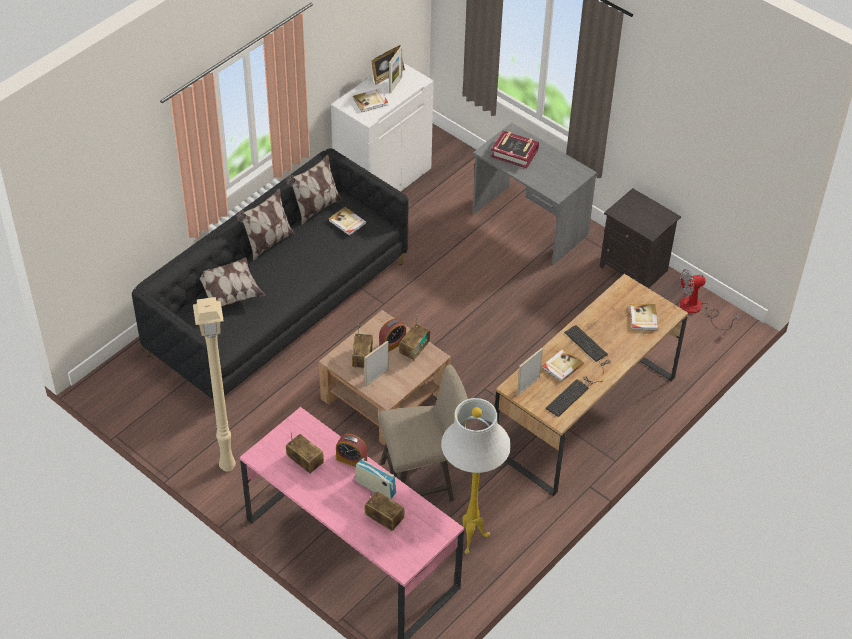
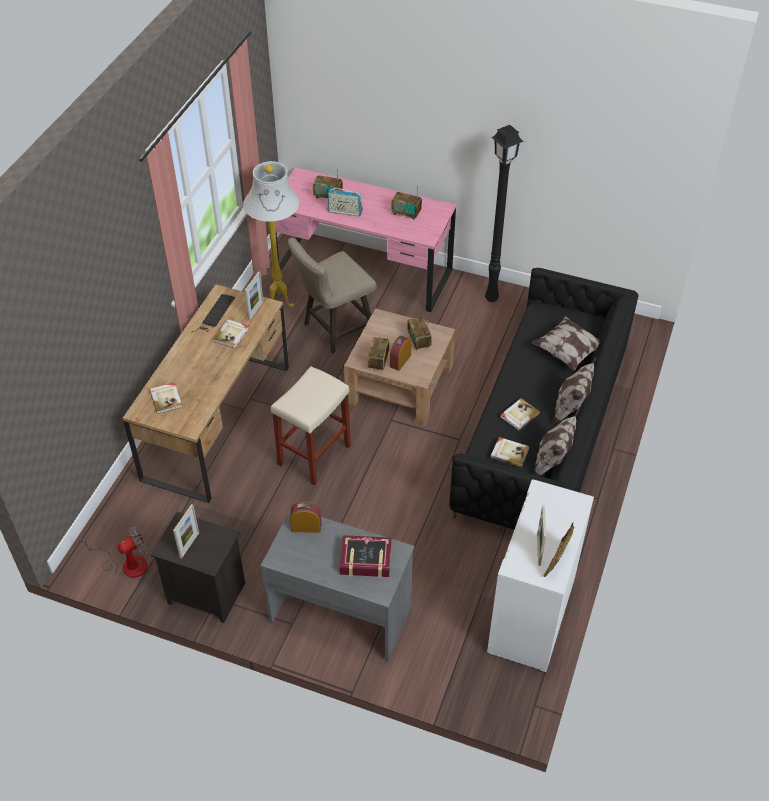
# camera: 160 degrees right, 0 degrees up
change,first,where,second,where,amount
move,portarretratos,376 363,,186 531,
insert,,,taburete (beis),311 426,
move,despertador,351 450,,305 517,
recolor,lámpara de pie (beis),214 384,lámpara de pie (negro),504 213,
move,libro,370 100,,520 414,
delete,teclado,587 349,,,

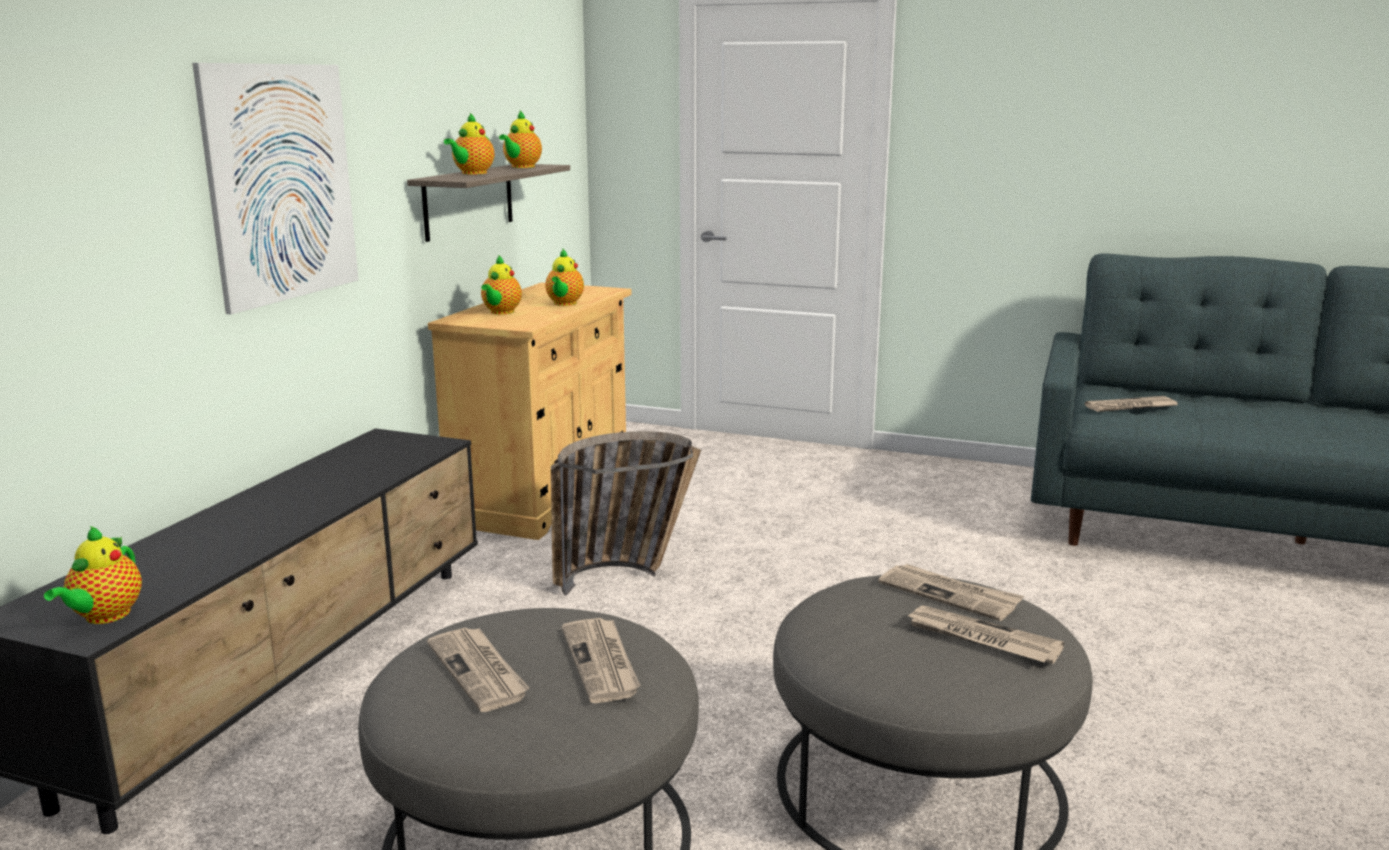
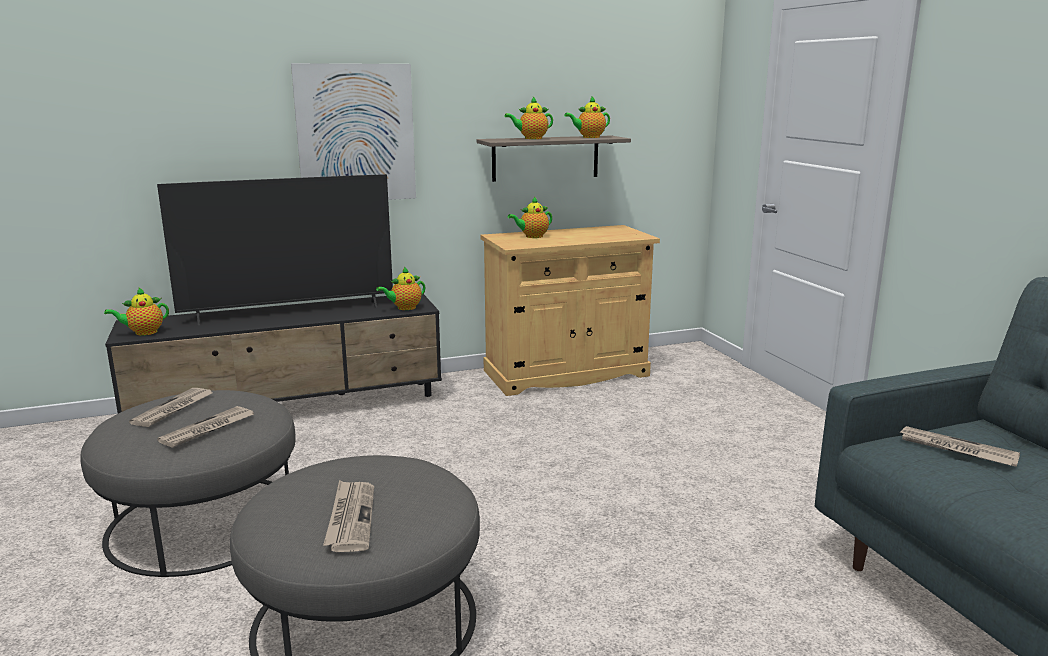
# camera: 50 degrees right, 0 degrees up
change,first,where,second,where,amount
insert,,,televisor,275 249,
move,tetera,564 277,,400 288,
delete,cesta,626 513,,,
delete,periódico,951 592,,,

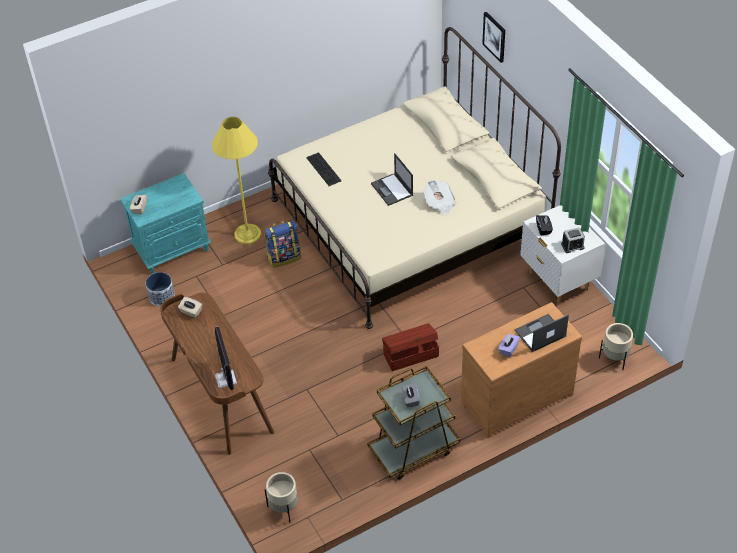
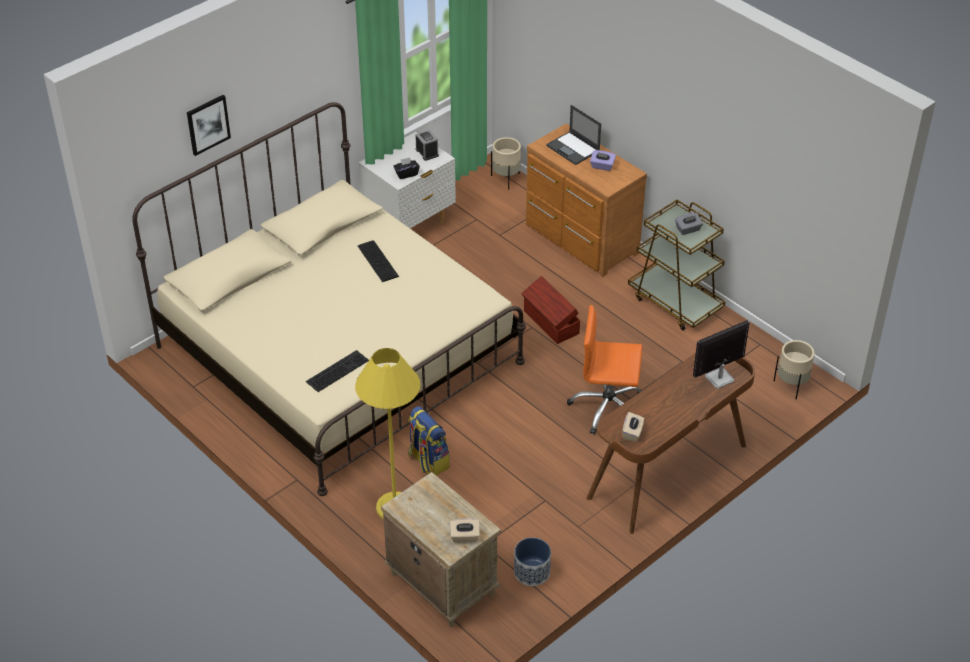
# camera: 105 degrees left, 5 degrees down
change,first,where,second,where,amount
replace,periódico,440 197,teclado,378 261,
recolor,mesita de noche (turquesa),166 223,mesita de noche (beis),441 549,
insert,,,silla de oficina (naranja),605 370,
delete,portátil,392 179,,,

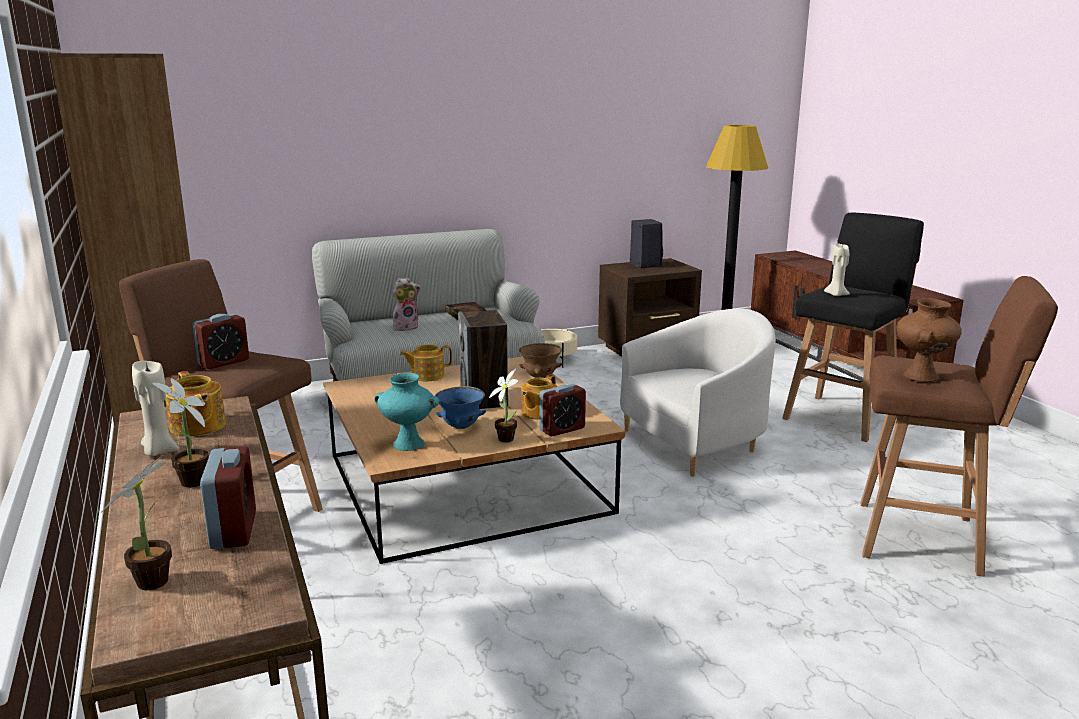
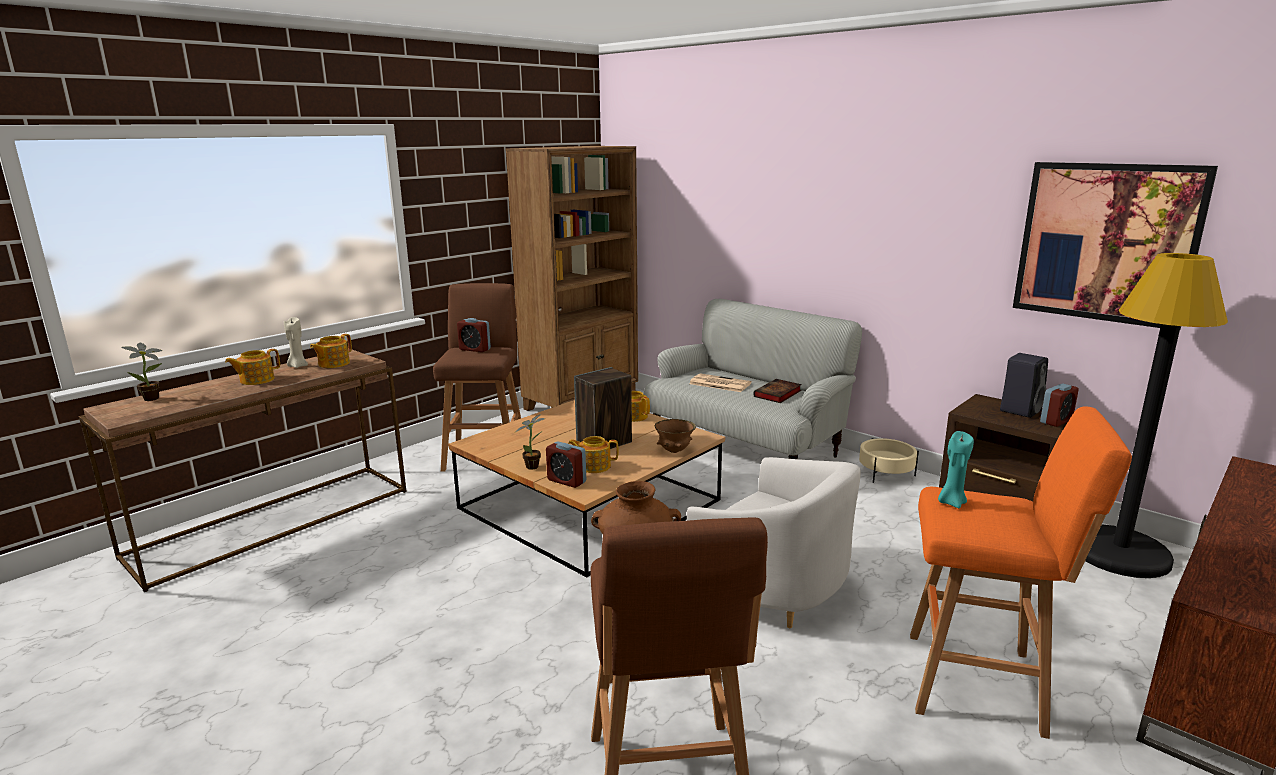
# camera: 65 degrees right, 0 degrees up
change,first,where,second,where,amount
replace,planta en maceta,181 433,tetera,252 367,
replace,peluche,407 304,periódico,720 382,
recolor,taburete (negro),853 327,taburete (naranja),1021 572,
recolor,vela (beis),837 269,vela (turquesa),956 469,
insert,,,cuadro,1115 245,
move,despertador,228 497,,1059 405,
delete,florero (turquesa),406 412,,,
delete,cuenco (azul),460 407,,,

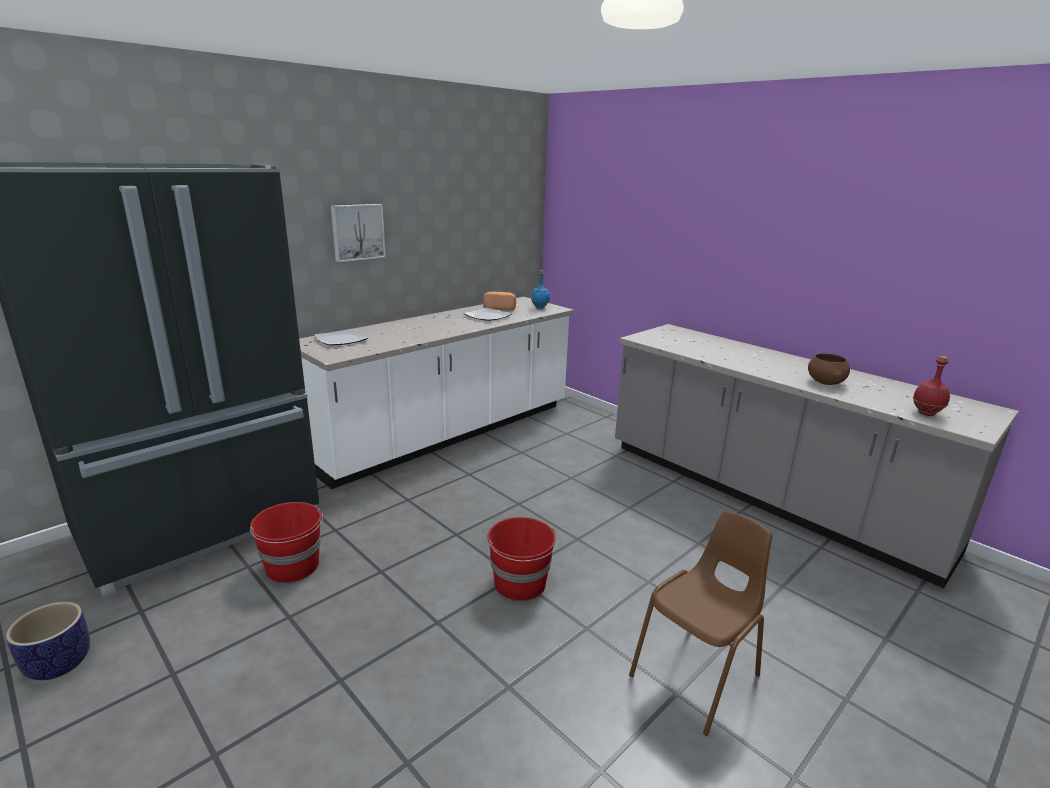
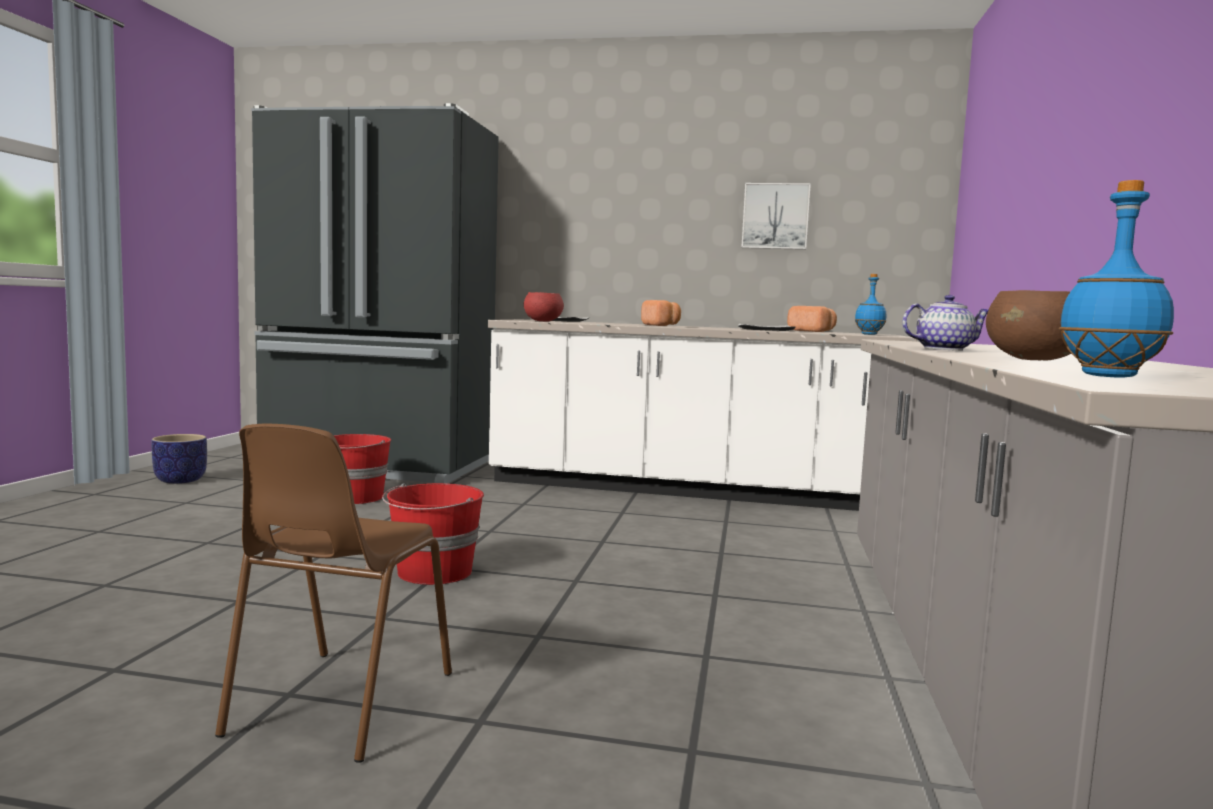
# camera: 55 degrees right, 15 degrees down
change,first,where,second,where,amount
rotate,silla (marrón),701 623,,333 593,90 degrees clockwise
insert,,,cuenco (rojo),544 306,
insert,,,pan,661 313,
move,cuadro,358 233,,776 216,
insert,,,tetera,945 323,
recolor,botella (rojo),931 386,botella (azul),1116 279,

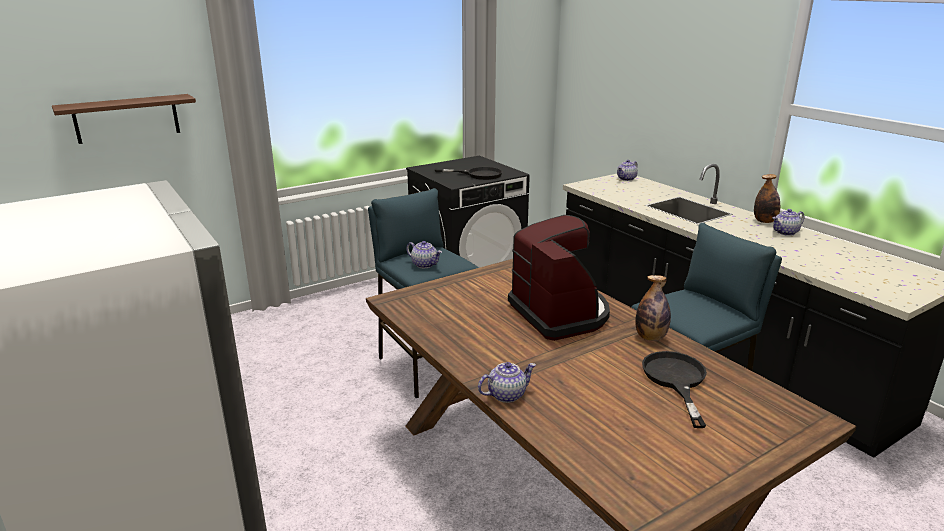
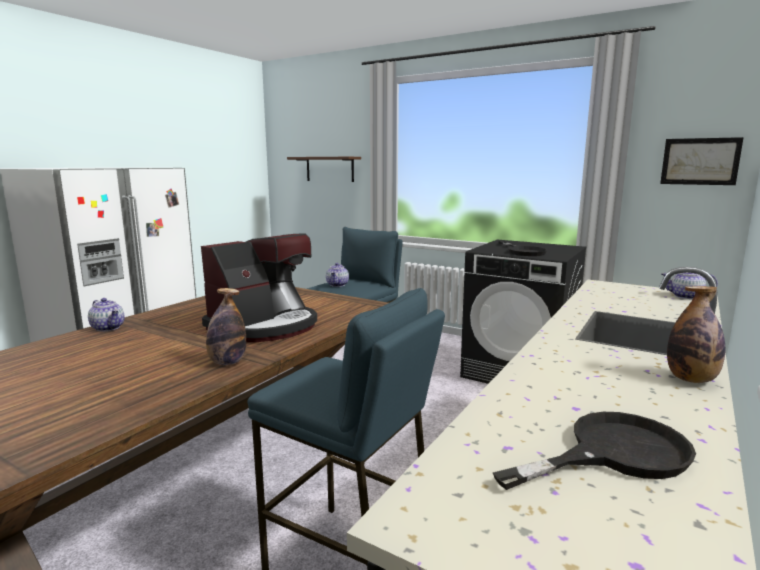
# camera: 65 degrees right, 10 degrees down
change,first,where,second,where,amount
move,sartén (negro),674 389,,594 451,
insert,,,cuadro,702 161,
delete,tetera,788 222,,,

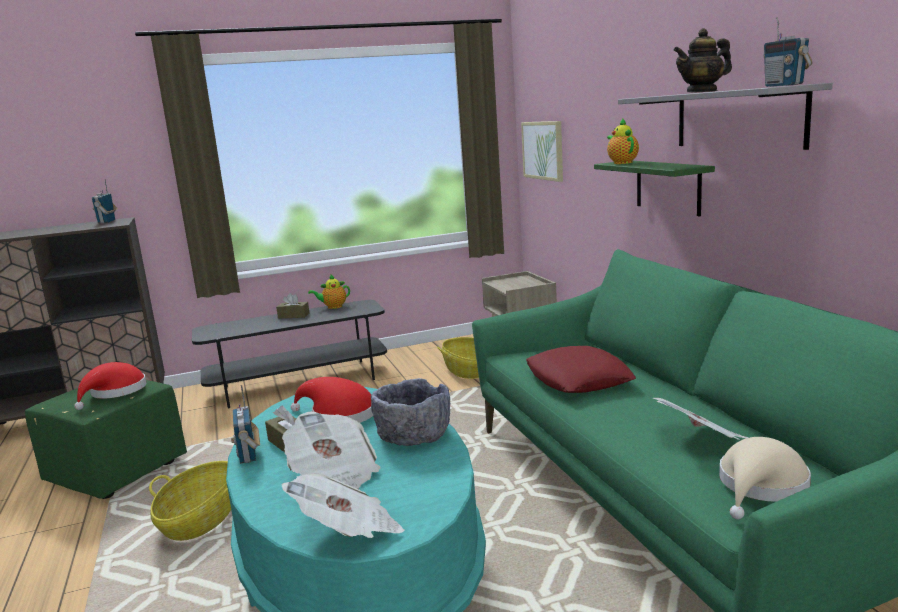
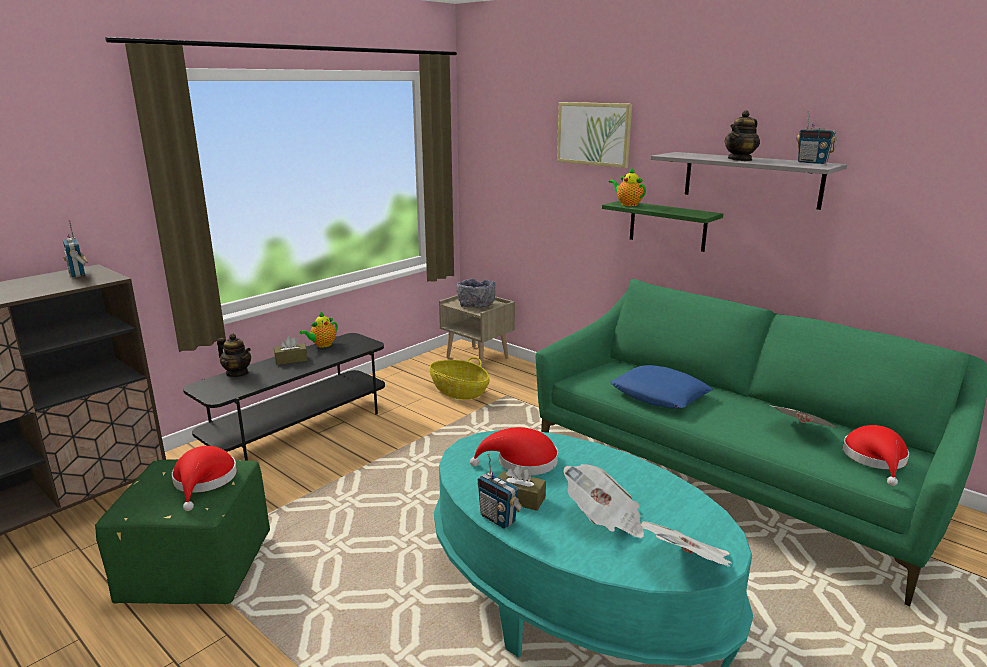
# camera: 30 degrees left, 5 degrees up
change,first,where,second,where,amount
insert,,,tetera,234 355,
move,cuenco (gris),410 412,,475 293,
move,cuadro,542 151,,594 135,
recolor,cojín (rojo),581 369,cojín (azul),661 386,
recolor,sombrero (beis),765 478,sombrero (rojo),876 455,
delete,cesta,190 501,,,

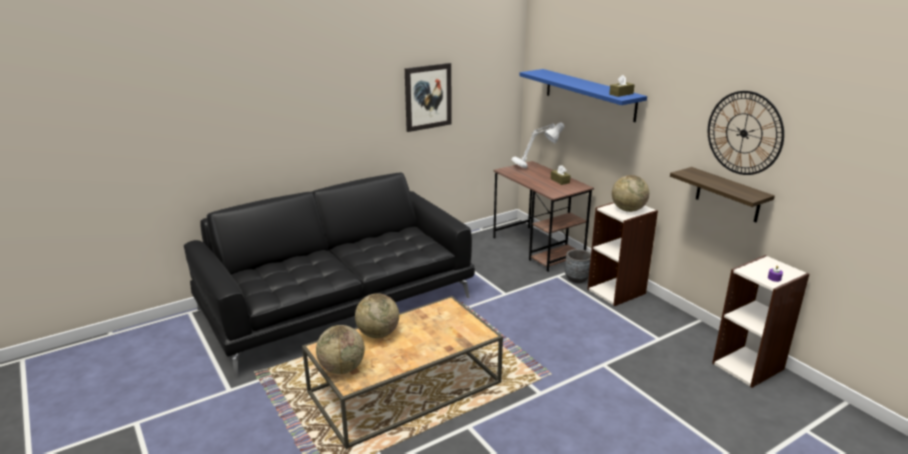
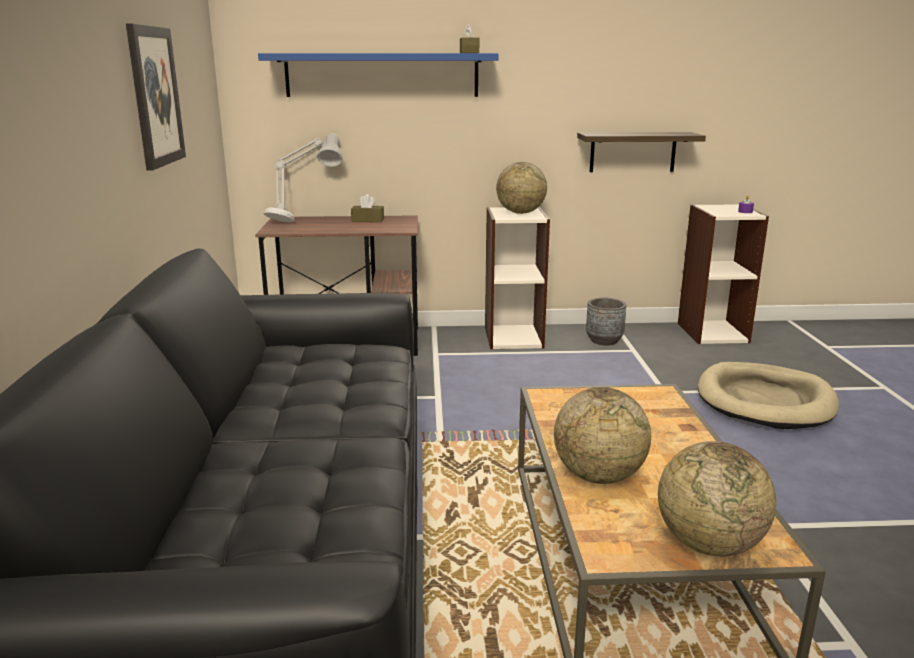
# camera: 60 degrees left, 5 degrees down
change,first,where,second,where,amount
move,maceta (gris),578 266,,606 321,
insert,,,cama para perro (beis),768 395,
delete,reloj de pared,746 133,,,

